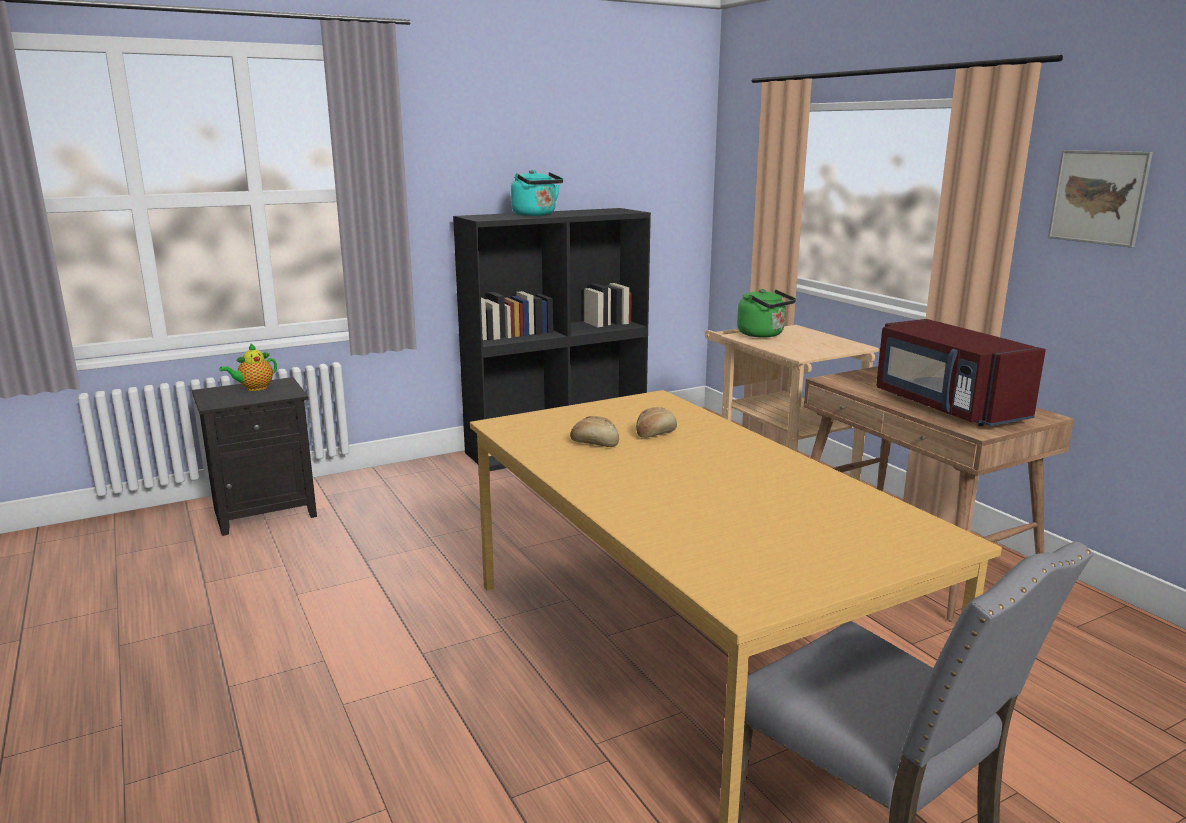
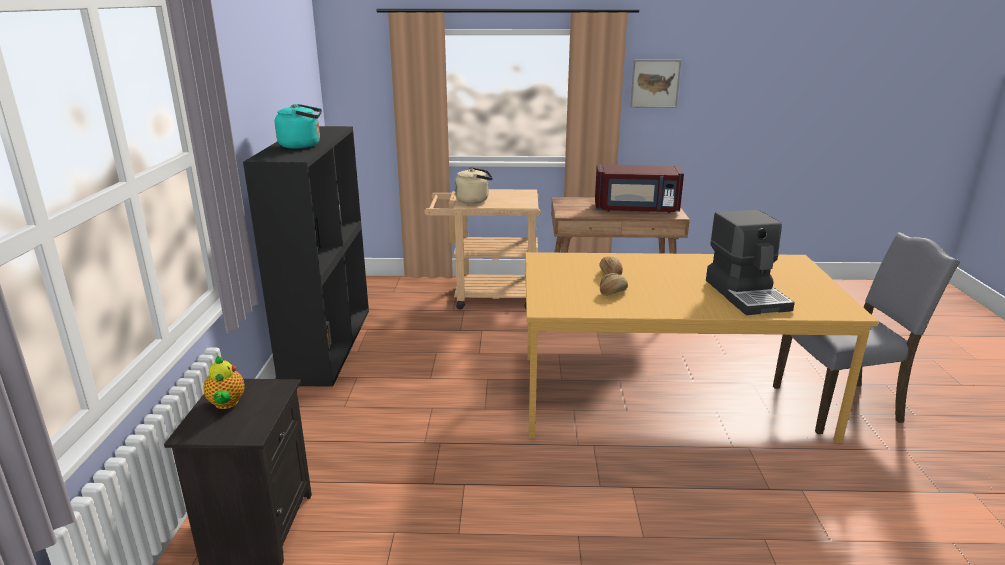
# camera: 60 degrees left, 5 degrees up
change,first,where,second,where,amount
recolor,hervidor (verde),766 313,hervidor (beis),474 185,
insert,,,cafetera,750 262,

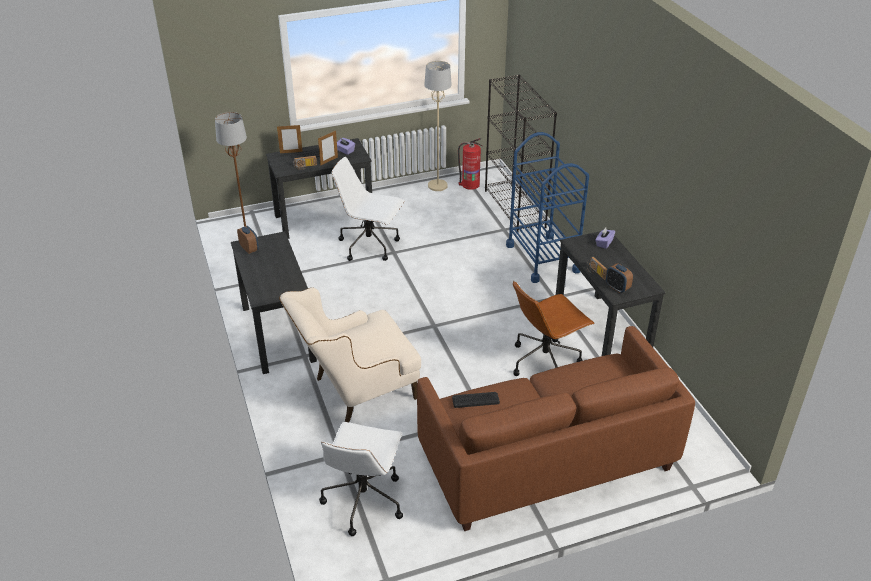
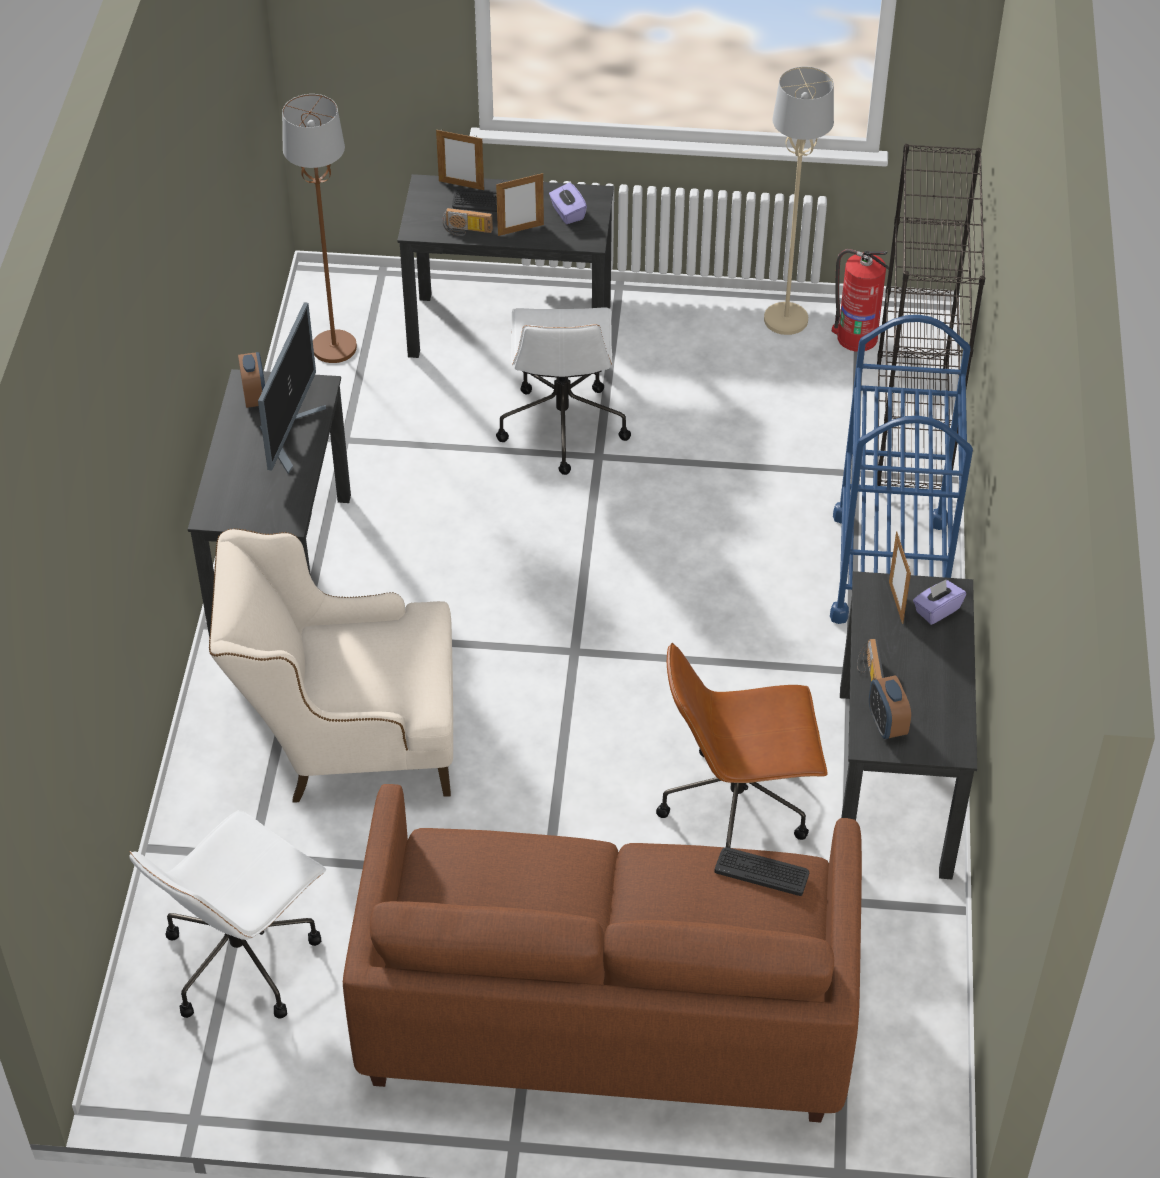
# camera: 25 degrees right, 10 degrees up
change,first,where,second,where,amount
insert,,,monitor,292 388,
rotate,silla de oficina (blanco),367 209,,563 391,135 degrees counterclockwise
move,teclado,476 400,,761 871,
insert,,,portarretratos,900 577,

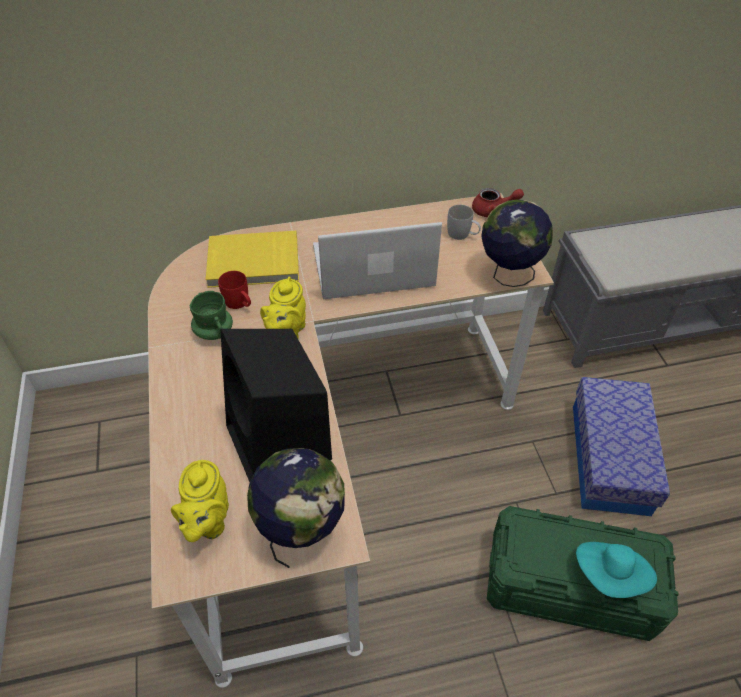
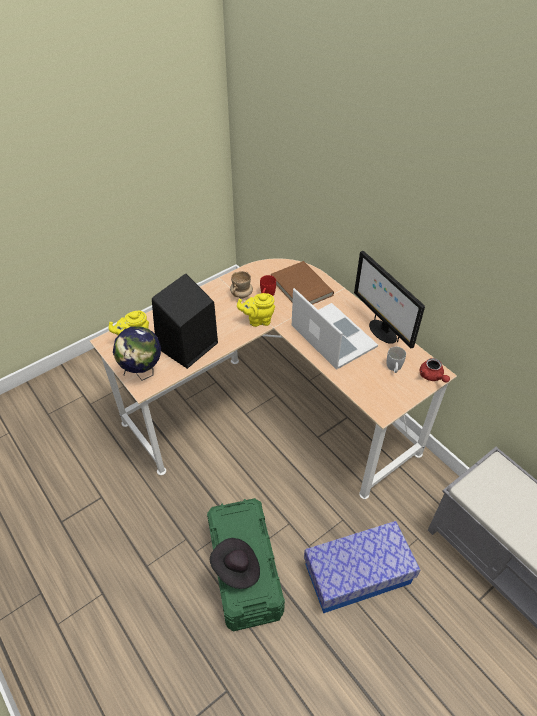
# camera: 65 degrees right, 0 degrees up
change,first,where,second,where,amount
recolor,sombrero (turquesa),616 570,sombrero (negro),235 563,
recolor,taza grande (verde),211 315,taza grande (beis),241 284,
recolor,libro (amarillo),252 259,libro (marrón),302 283,
insert,,,monitor,389 300,
delete,globo terráqueo,517 243,,,

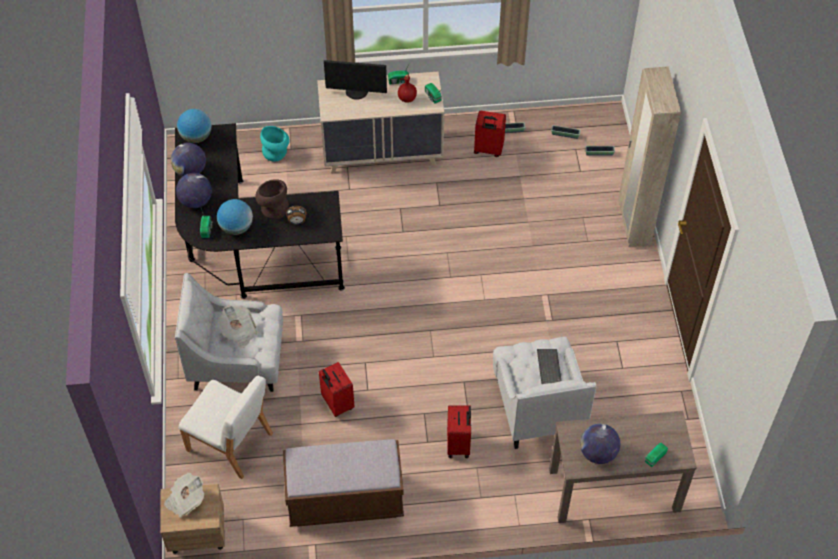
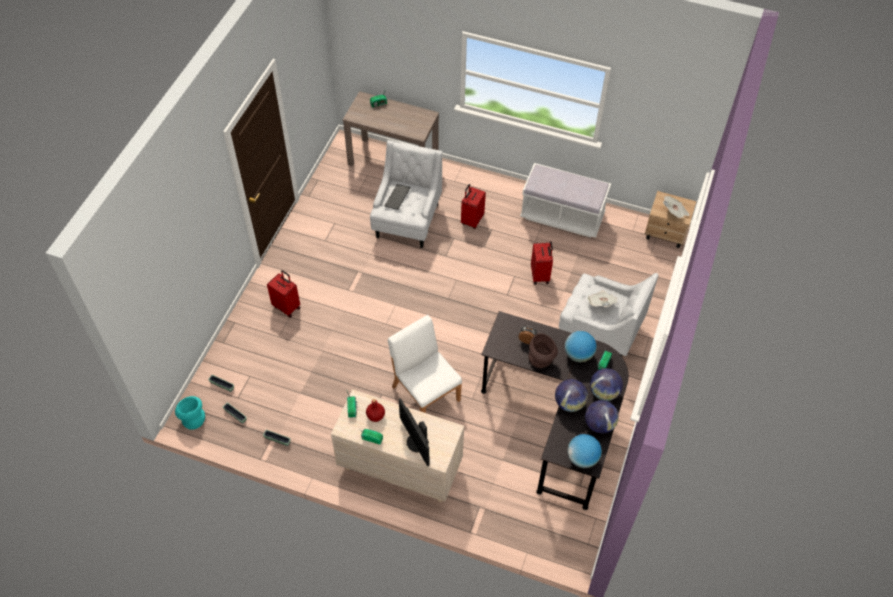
# camera: 155 degrees left, 0 degrees up
change,first,where,second,where,amount
move,florero (turquesa),275 143,,190 413,
move,maleta (rojo),490 134,,283 294,
move,silla (blanco),226 427,,425 364,
rotate,monitor,355 80,,414 432,150 degrees counterclockwise
recolor,banco (marrón),343 483,banco (blanco),565 200,
move,globo terráqueo,600 444,,571 395,
delete,armario ropero (beis),649 156,,,

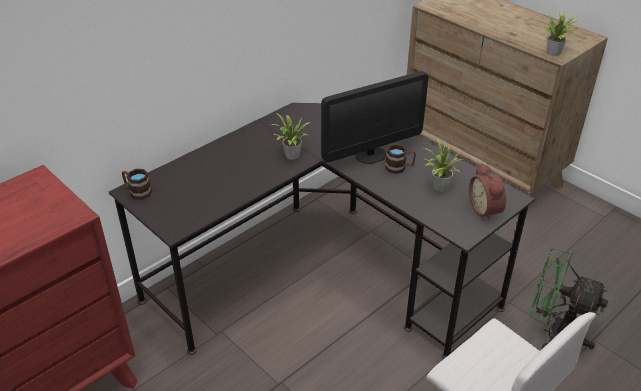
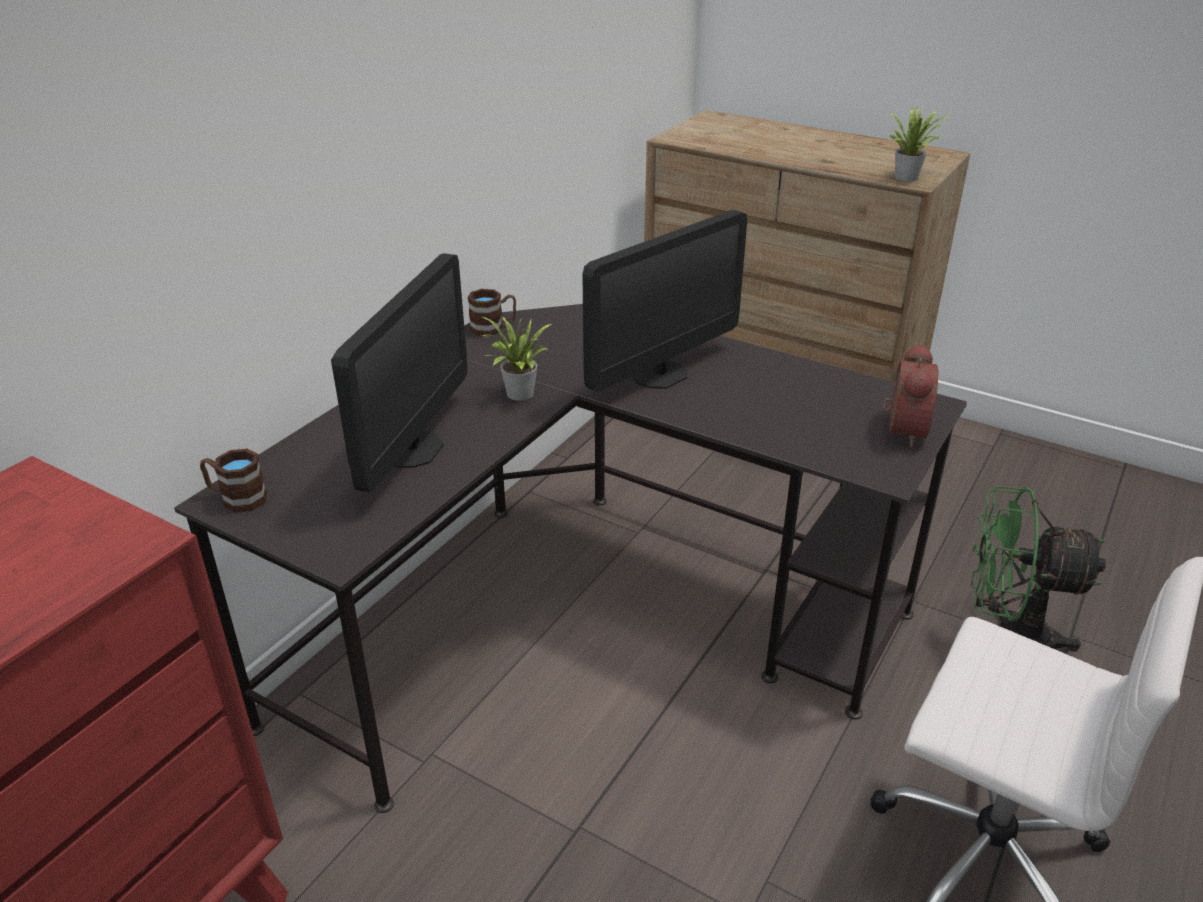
# camera: 15 degrees left, 5 degrees down
change,first,where,second,where,amount
insert,,,monitor,399 372,
move,taza grande (marrón),400 159,,492 312,
rotate,despertador,487 192,,911 395,135 degrees counterclockwise
delete,planta en maceta,444 164,,,

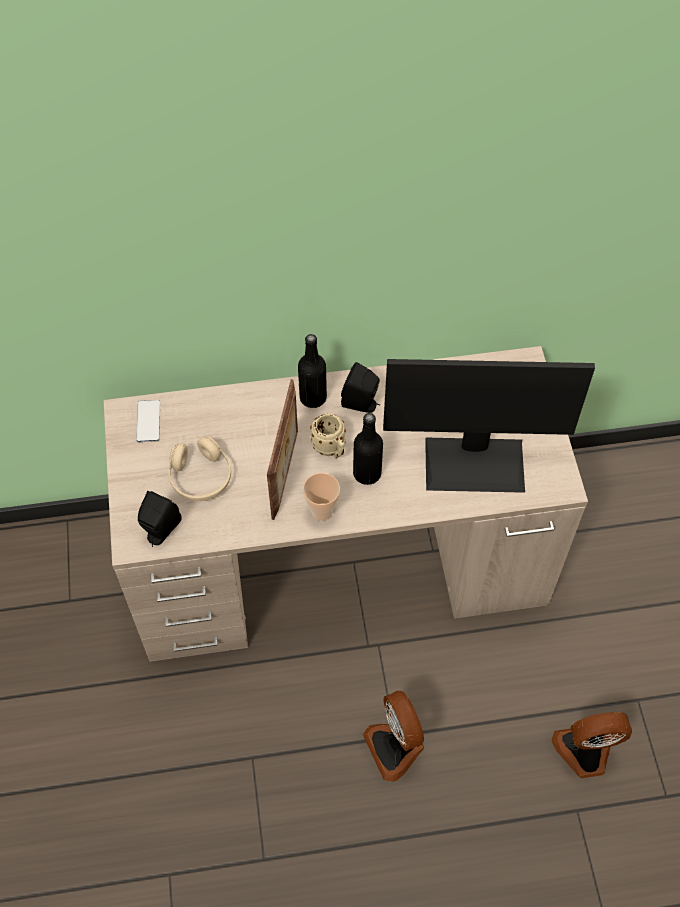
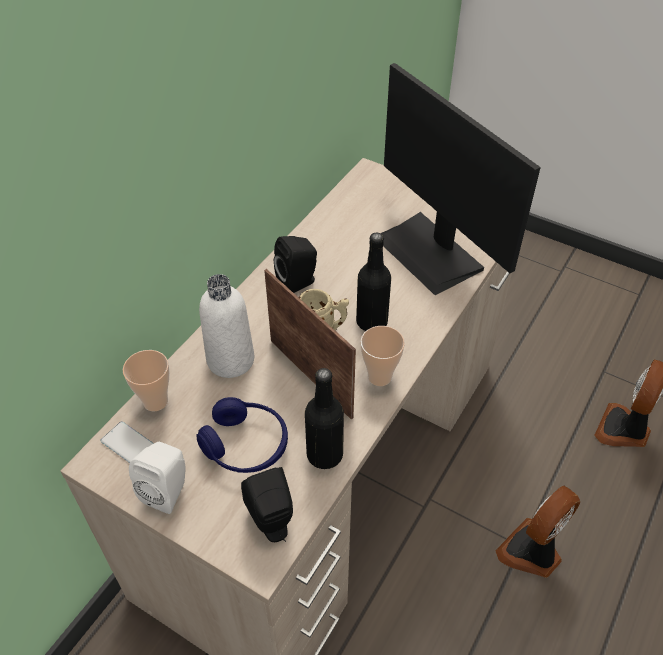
# camera: 50 degrees left, 10 degrees down
change,first,where,second,where,amount
insert,,,taza,146 380,
insert,,,altavoz (blanco),157 478,
recolor,auriculares (beis),200 469,auriculares (azul),242 435,
insert,,,botella (blanco),226 326,
move,botella (negro),312 371,,324 418,
rotate,monitor,489 426,,461 179,105 degrees clockwise
rotate,ventilador,393 736,,537 532,120 degrees clockwise

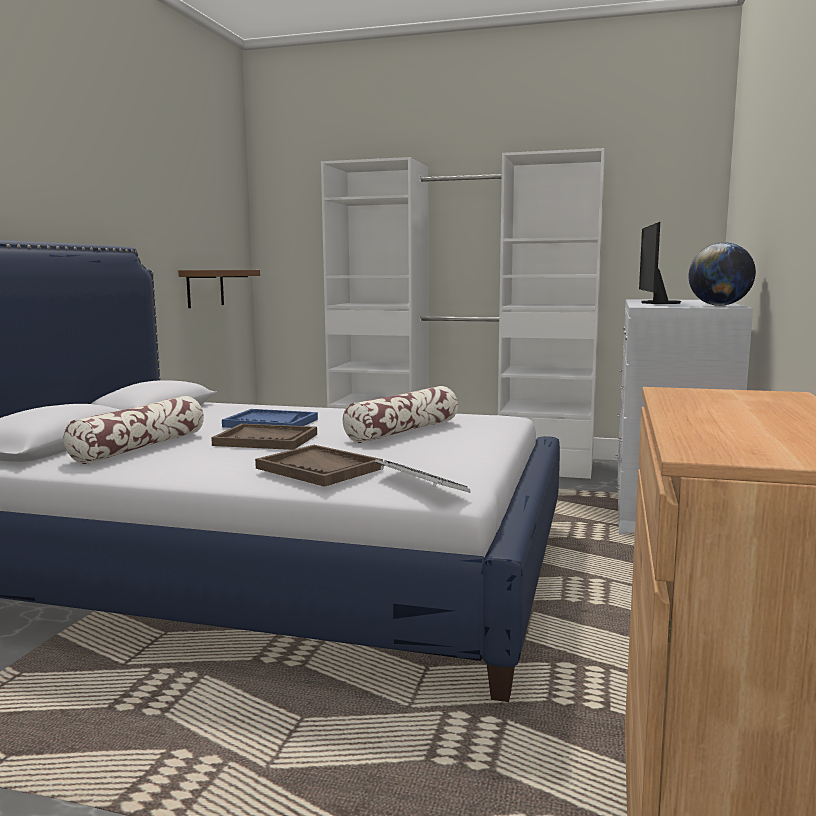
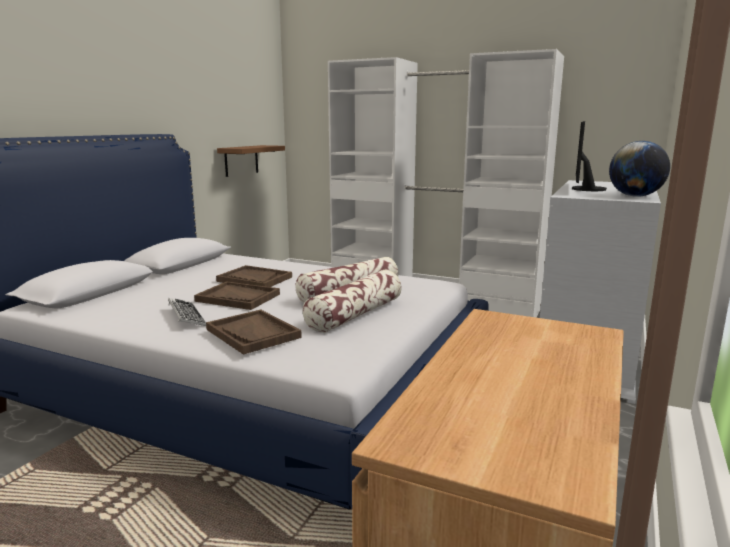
# camera: 10 degrees right, 5 degrees up
change,first,where,second,where,amount
move,teclado,422 476,,187 312,
recolor,bandeja (azul),270 418,bandeja (marrón),254 276,
move,cojín,134 430,,352 301,

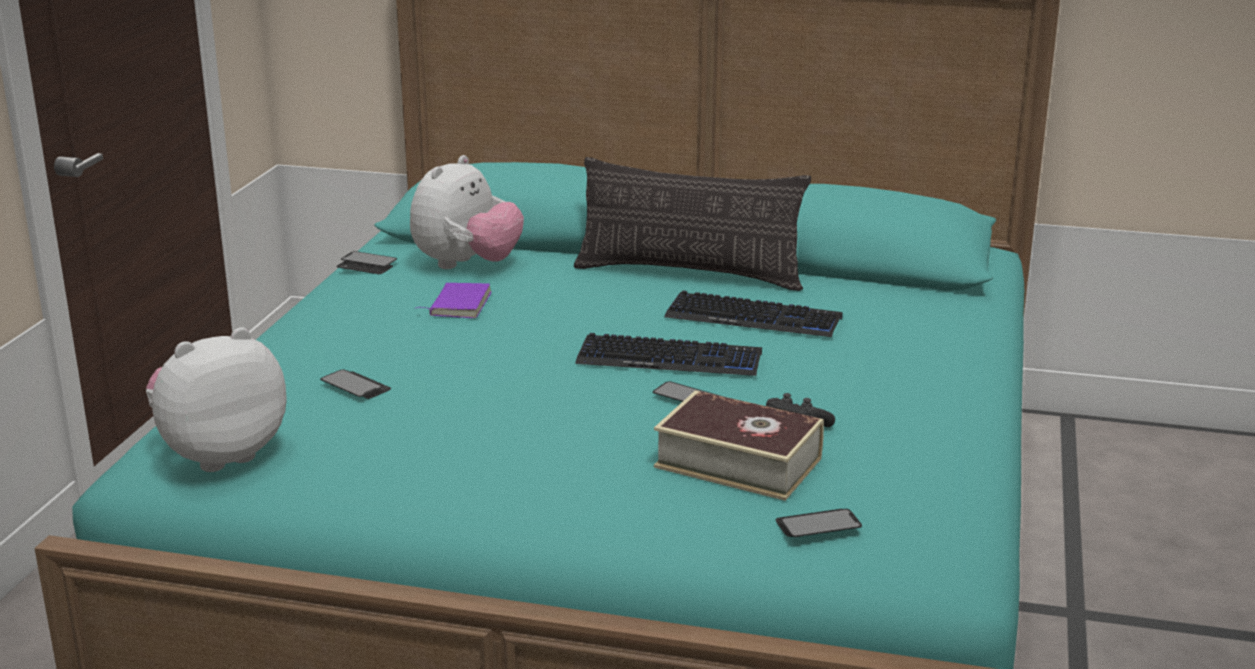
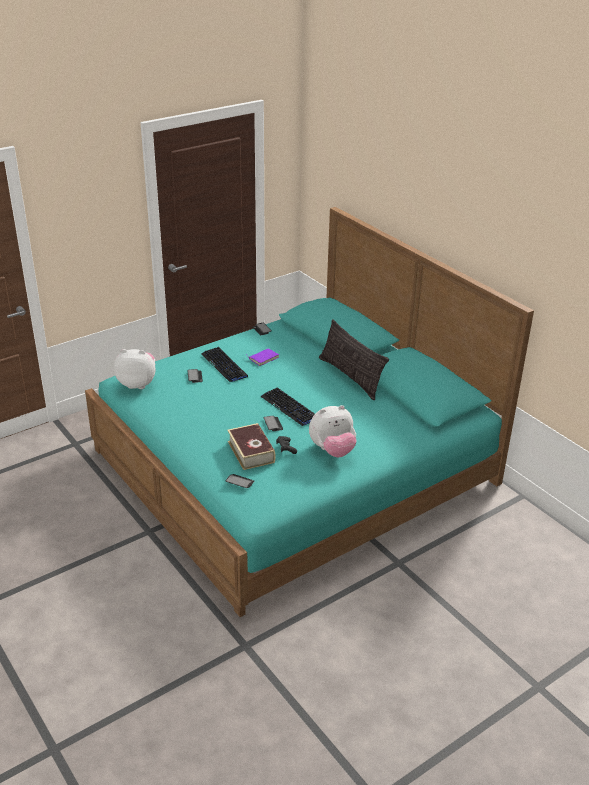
# camera: 40 degrees right, 10 degrees up
change,first,where,second,where,amount
move,teclado,753 314,,224 364,
move,peluche,467 212,,333 431,

